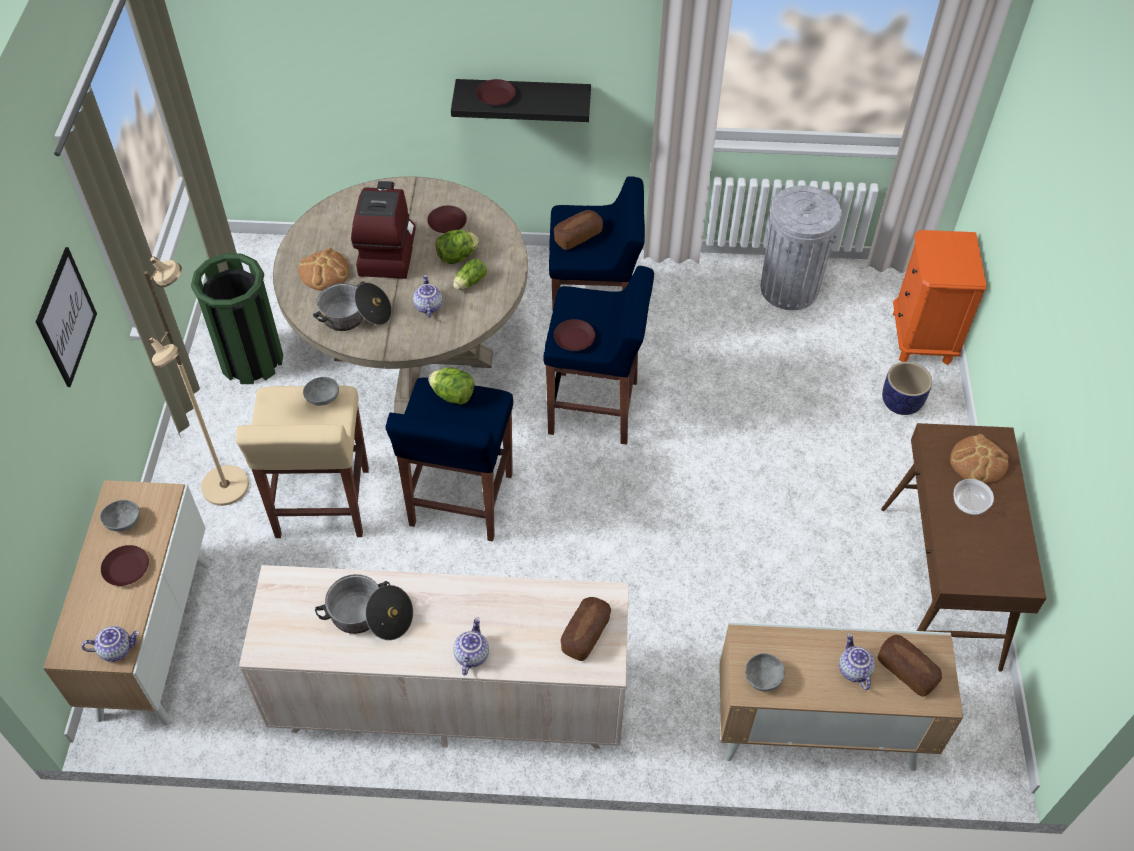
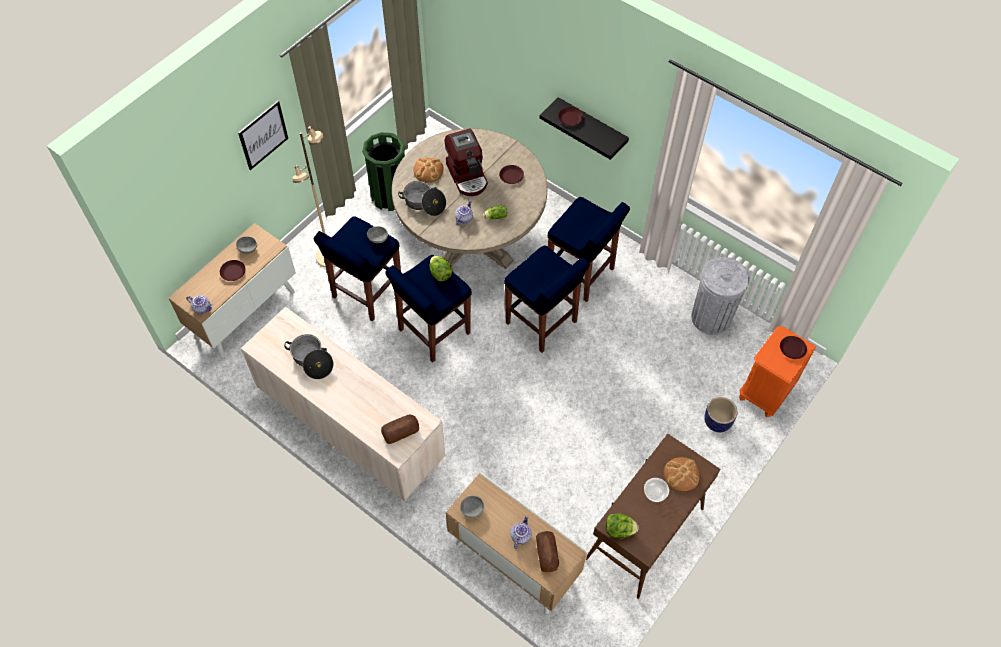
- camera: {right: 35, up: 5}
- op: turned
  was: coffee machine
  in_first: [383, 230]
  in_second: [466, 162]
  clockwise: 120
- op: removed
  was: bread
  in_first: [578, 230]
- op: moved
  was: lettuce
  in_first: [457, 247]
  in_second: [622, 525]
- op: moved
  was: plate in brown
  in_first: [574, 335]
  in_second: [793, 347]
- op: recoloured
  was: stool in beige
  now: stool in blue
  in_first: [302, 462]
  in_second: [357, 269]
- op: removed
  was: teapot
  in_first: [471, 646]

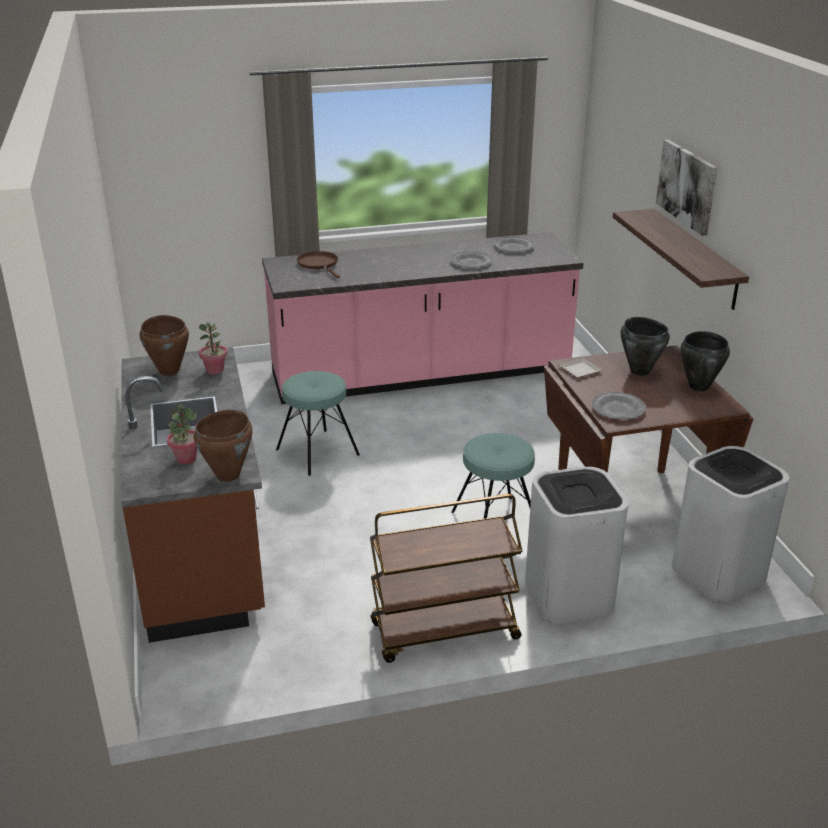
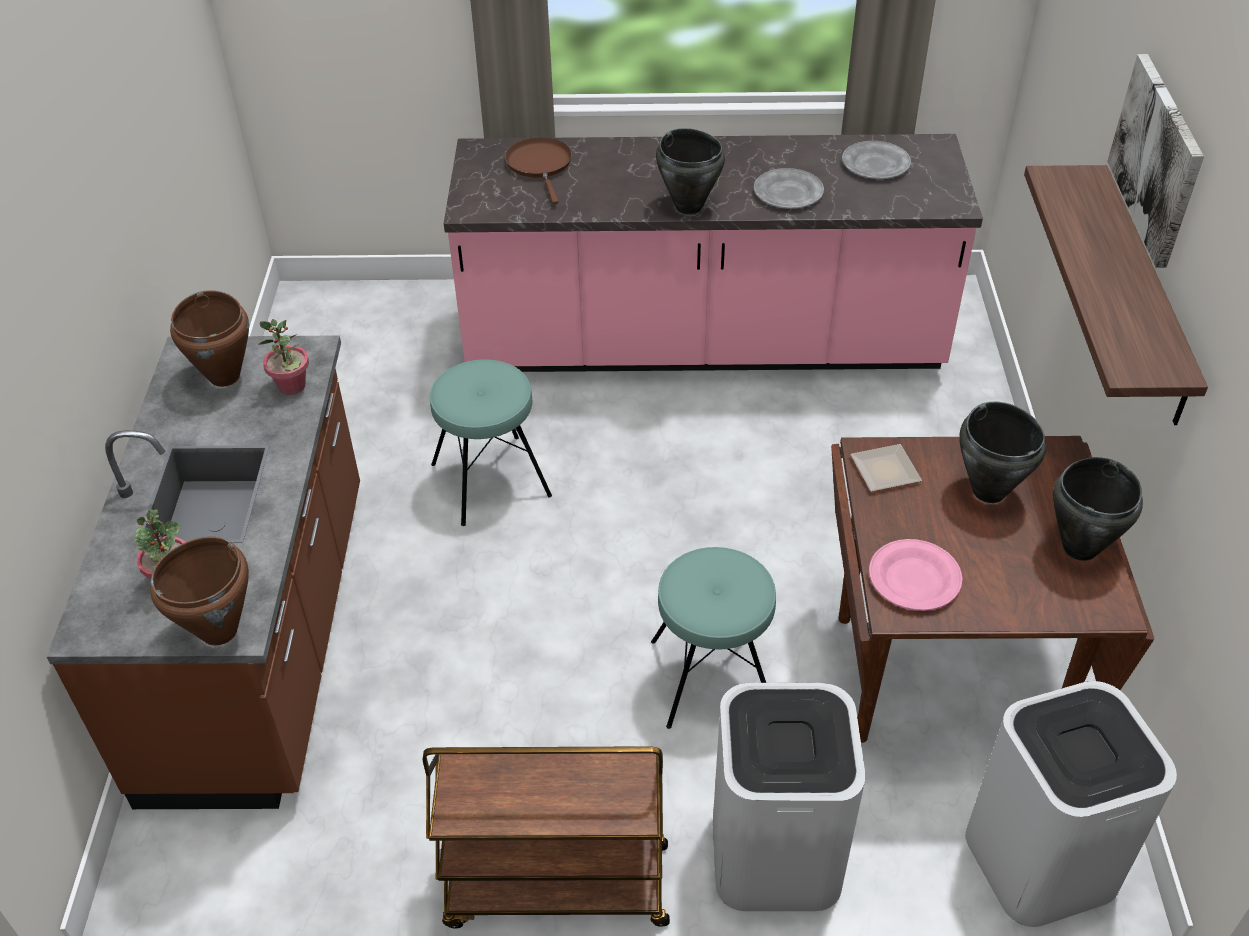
- camera: {right: 15, up: 15}
- op: recoloured
  was: plate in grey
  now: plate in pink
  in_first: [619, 405]
  in_second: [915, 575]
- op: added
  now: cooking pot in black
  in_second: [690, 171]

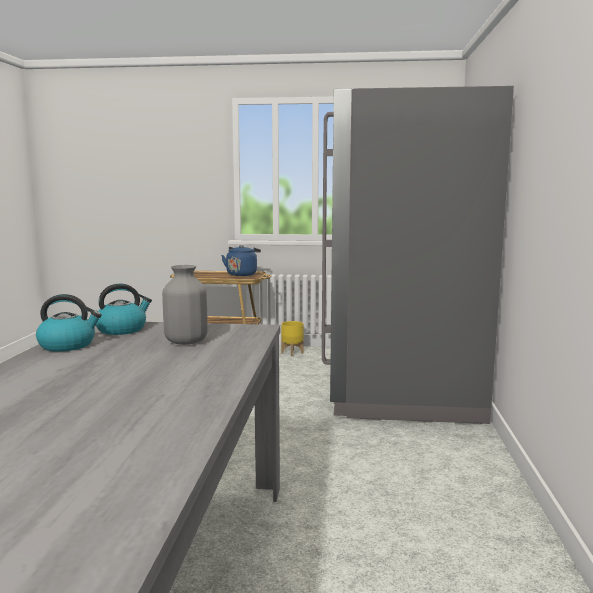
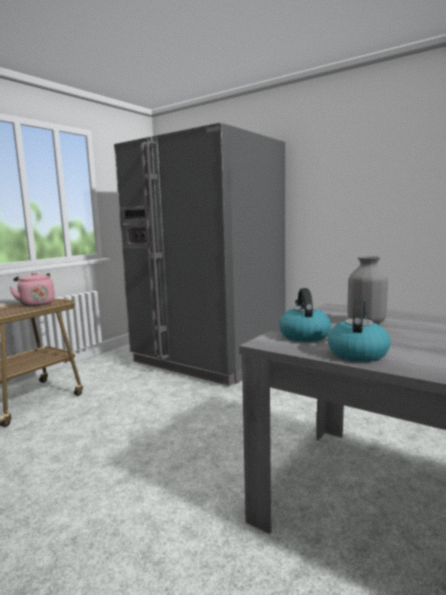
- camera: {right: -60, up: 0}
- op: recoloured
  was: kettle in blue
  now: kettle in pink
  in_first: [241, 260]
  in_second: [32, 289]
- op: removed
  was: planter in yellow
  in_first: [292, 338]

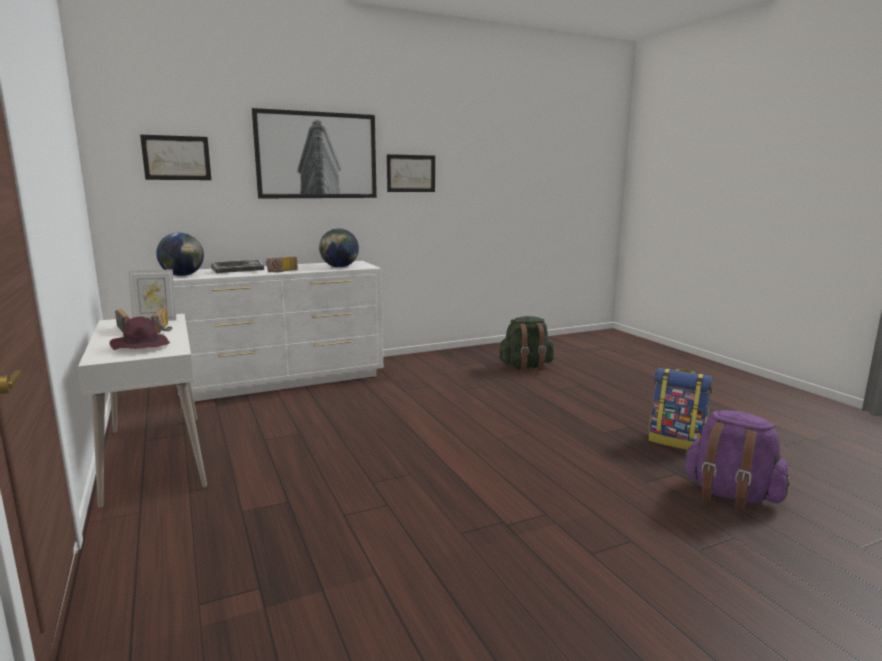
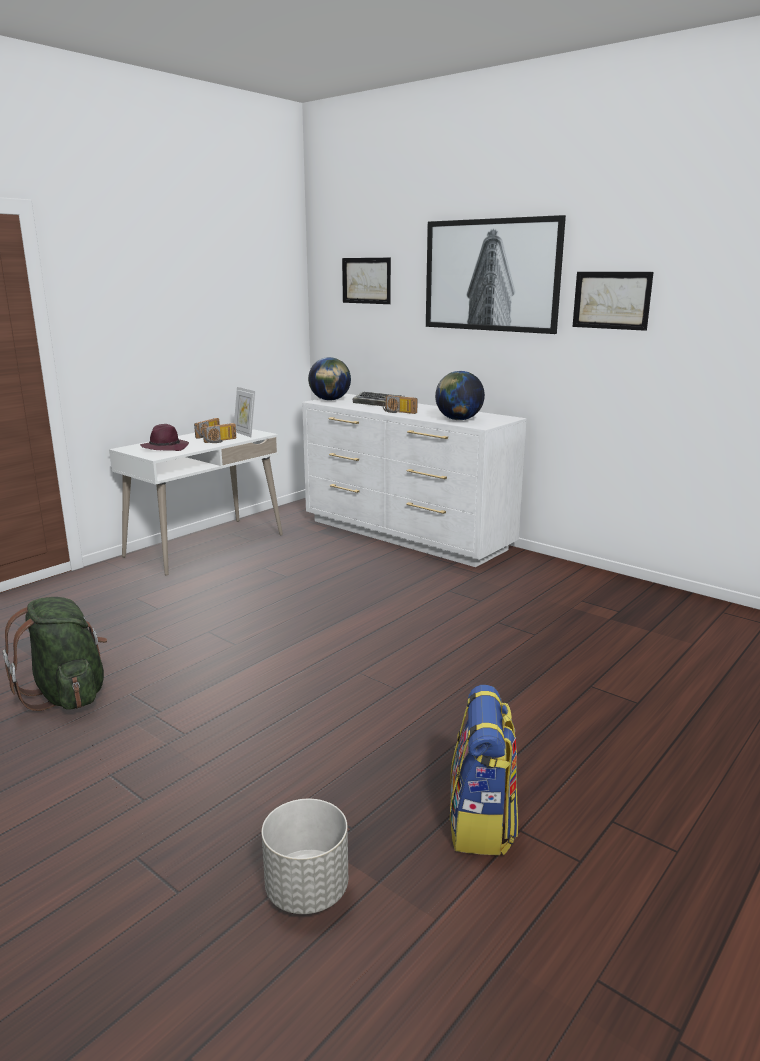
- camera: {right: 65, up: 5}
- op: moved
  was: backpack in green
  in_first: [526, 344]
  in_second: [55, 654]
- op: replaced
  was: backpack in purple
  now: planter in grey
  in_first: [737, 460]
  in_second: [304, 856]

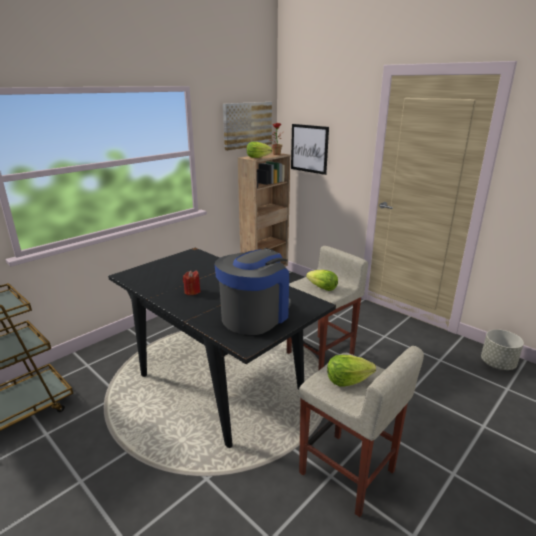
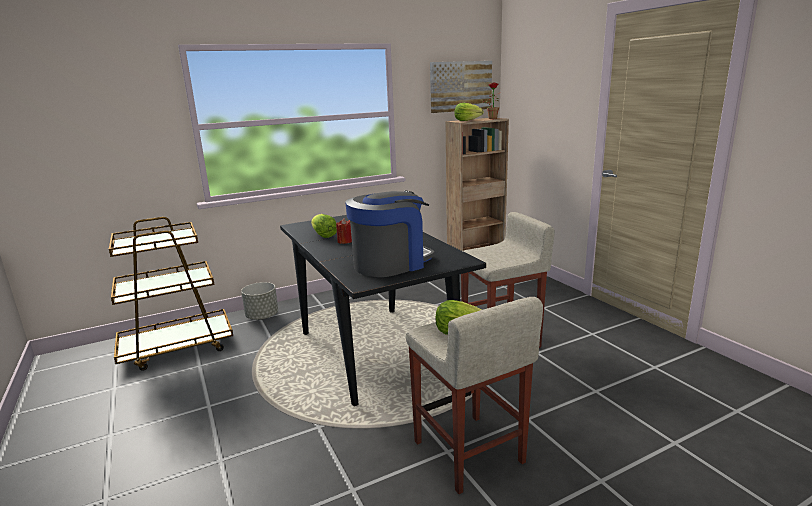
- camera: {right: 20, up: -5}
- op: removed
  was: picture
  in_first: [310, 149]
- op: moved
  was: lettuce
  in_first: [322, 280]
  in_second: [324, 226]
- op: moved
  was: planter in grey
  in_first: [502, 349]
  in_second: [259, 301]

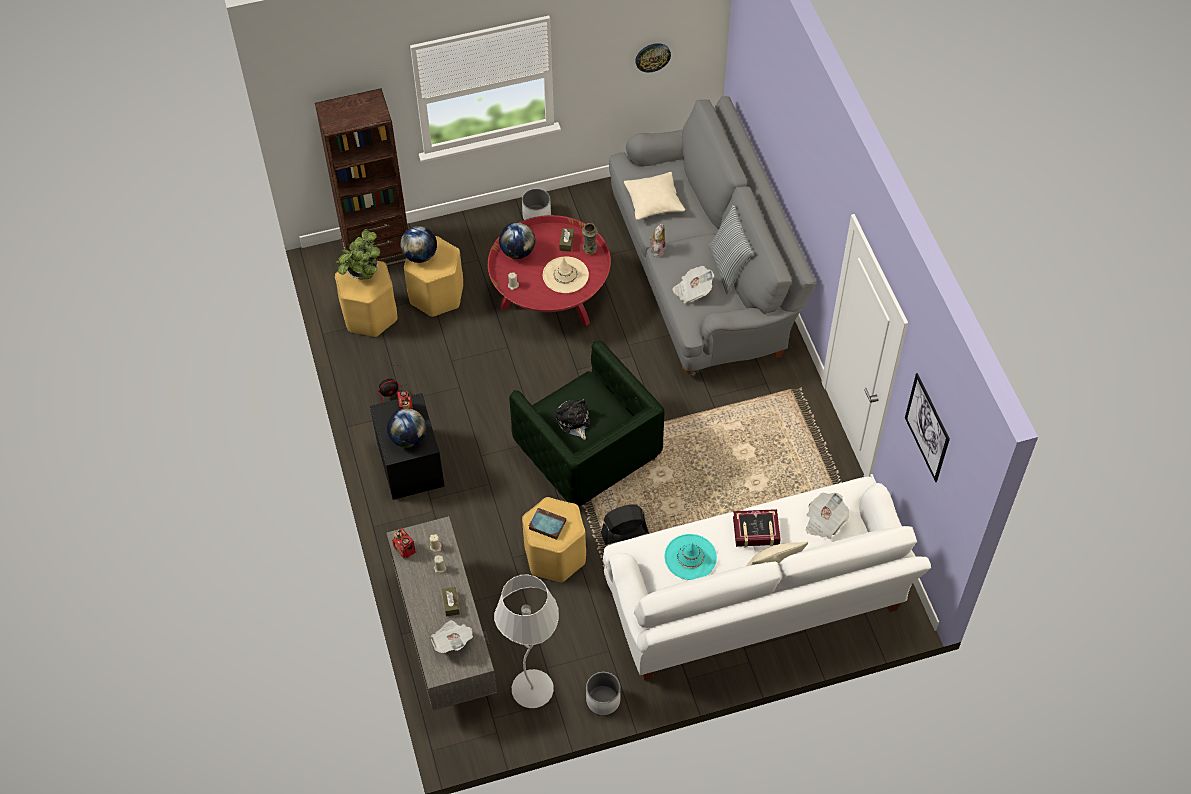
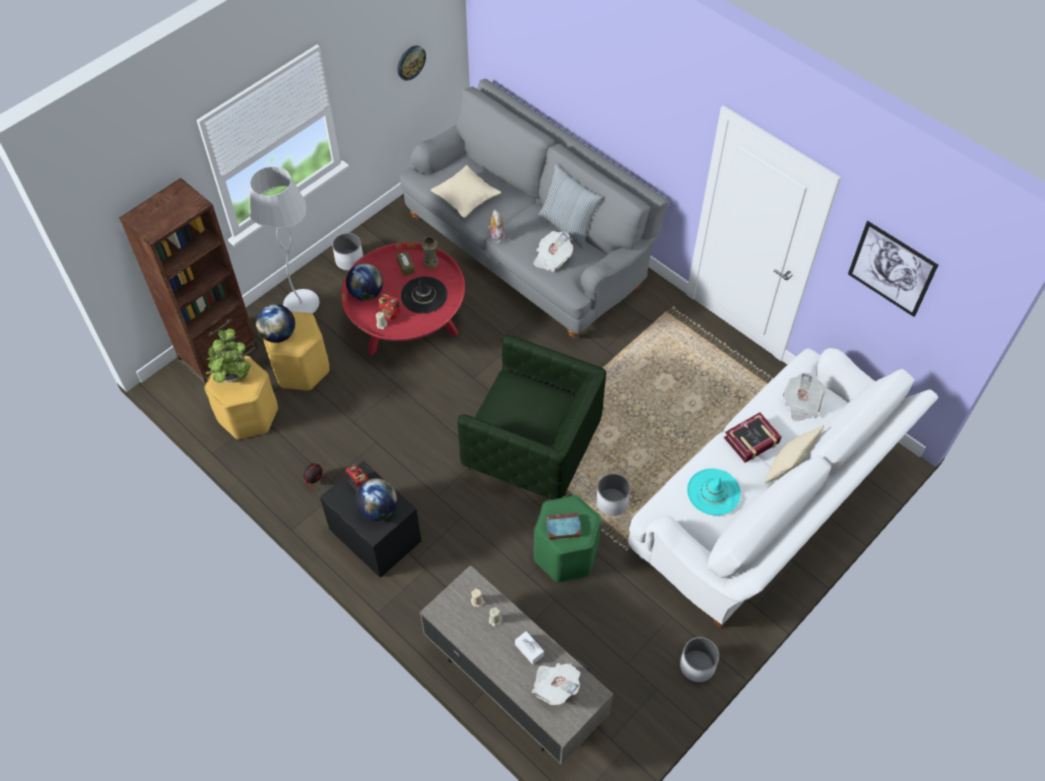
- camera: {right: -30, up: 0}
- op: recoloured
  was: hat in beige
  now: hat in black
  in_first: [566, 275]
  in_second: [424, 295]
- op: removed
  was: plush toy
  in_first: [573, 419]
- op: recoloured
  was: stool in yellow
  now: stool in green
  in_first: [554, 539]
  in_second: [567, 538]
- op: replaced
  was: fan in black
  now: planter in white
  in_first: [624, 524]
  in_second: [613, 495]
- op: moved
  was: radio
  in_first: [403, 543]
  in_second: [389, 307]
- op: moved
  was: floor lamp in white
  in_first: [526, 641]
  in_second: [284, 240]
- op: recoloured
  was: tissue box in brown
  now: tissue box in white
  in_first: [451, 601]
  in_second: [529, 648]

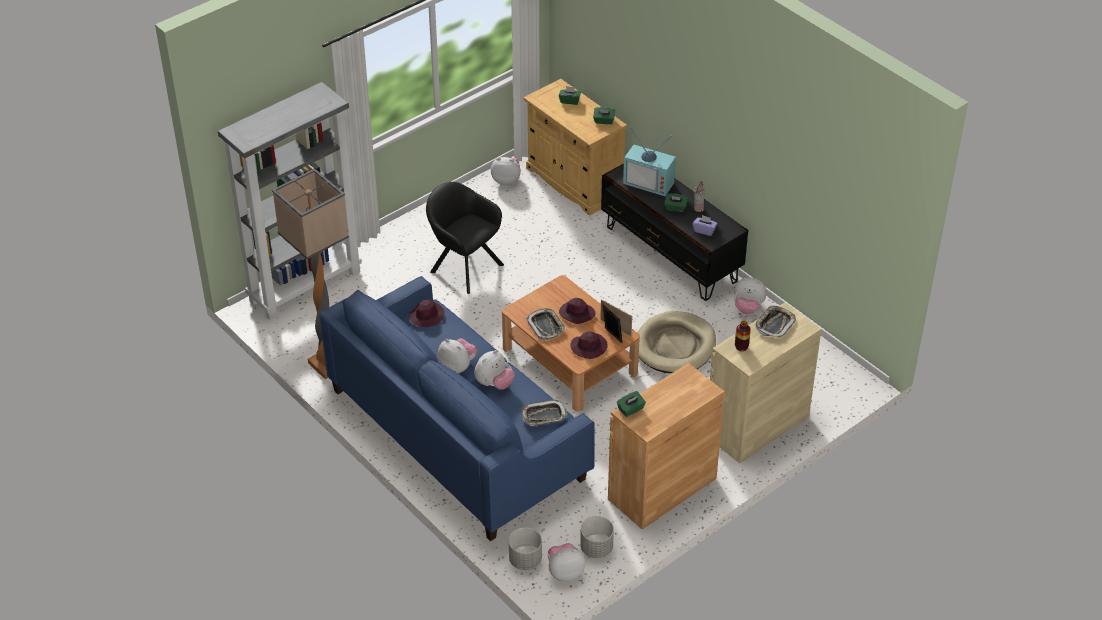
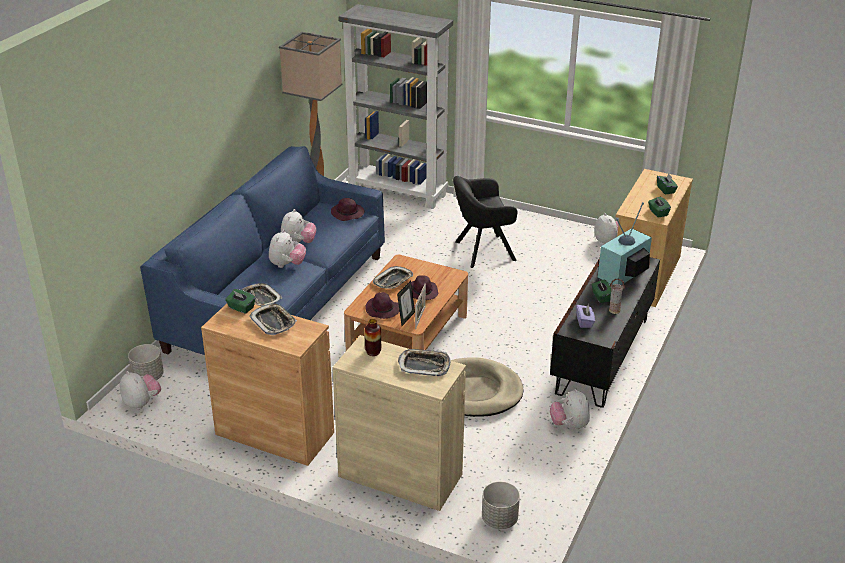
- camera: {right: 65, up: -10}
- op: turned
  was: television
  in_first: [649, 161]
  in_second: [625, 243]
  clockwise: 45
- op: turned
  was: armchair in black
  in_first: [465, 238]
  in_second: [485, 222]
  clockwise: -120
- op: turned
  was: plush toy
  in_first: [494, 370]
  in_second: [287, 249]
  clockwise: -90
- op: moved
  was: planter in grey
  in_first: [597, 537]
  in_second: [501, 505]
- op: added
  now: tray
  in_second: [273, 319]

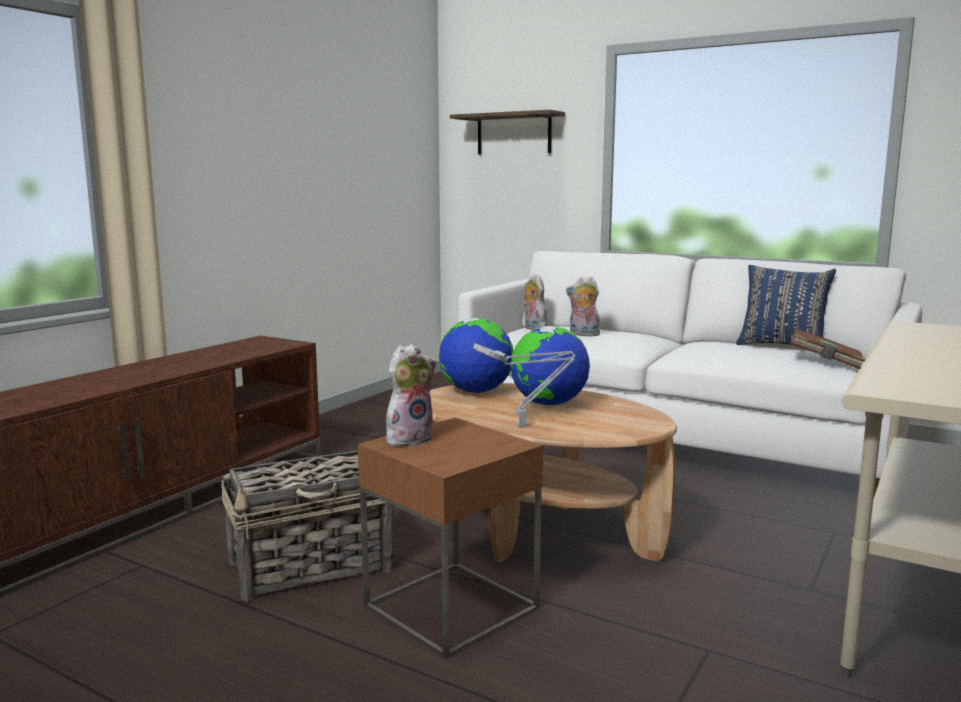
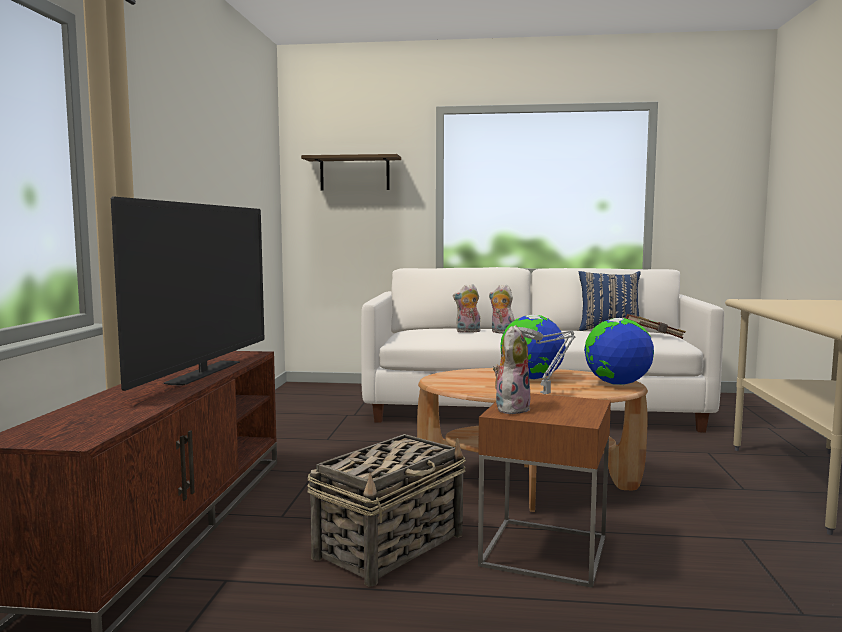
- camera: {right: -25, up: -5}
- op: moved
  was: plush toy
  in_first: [535, 302]
  in_second: [501, 309]
- op: moved
  was: globe
  in_first: [476, 356]
  in_second: [619, 351]
- op: added
  now: television
  in_second: [188, 294]

